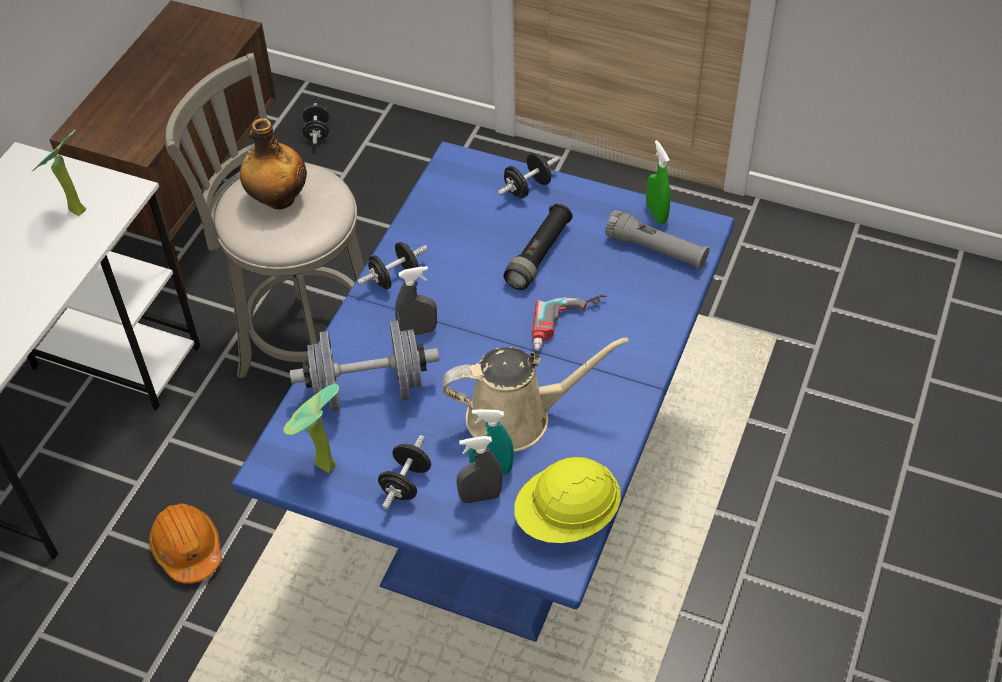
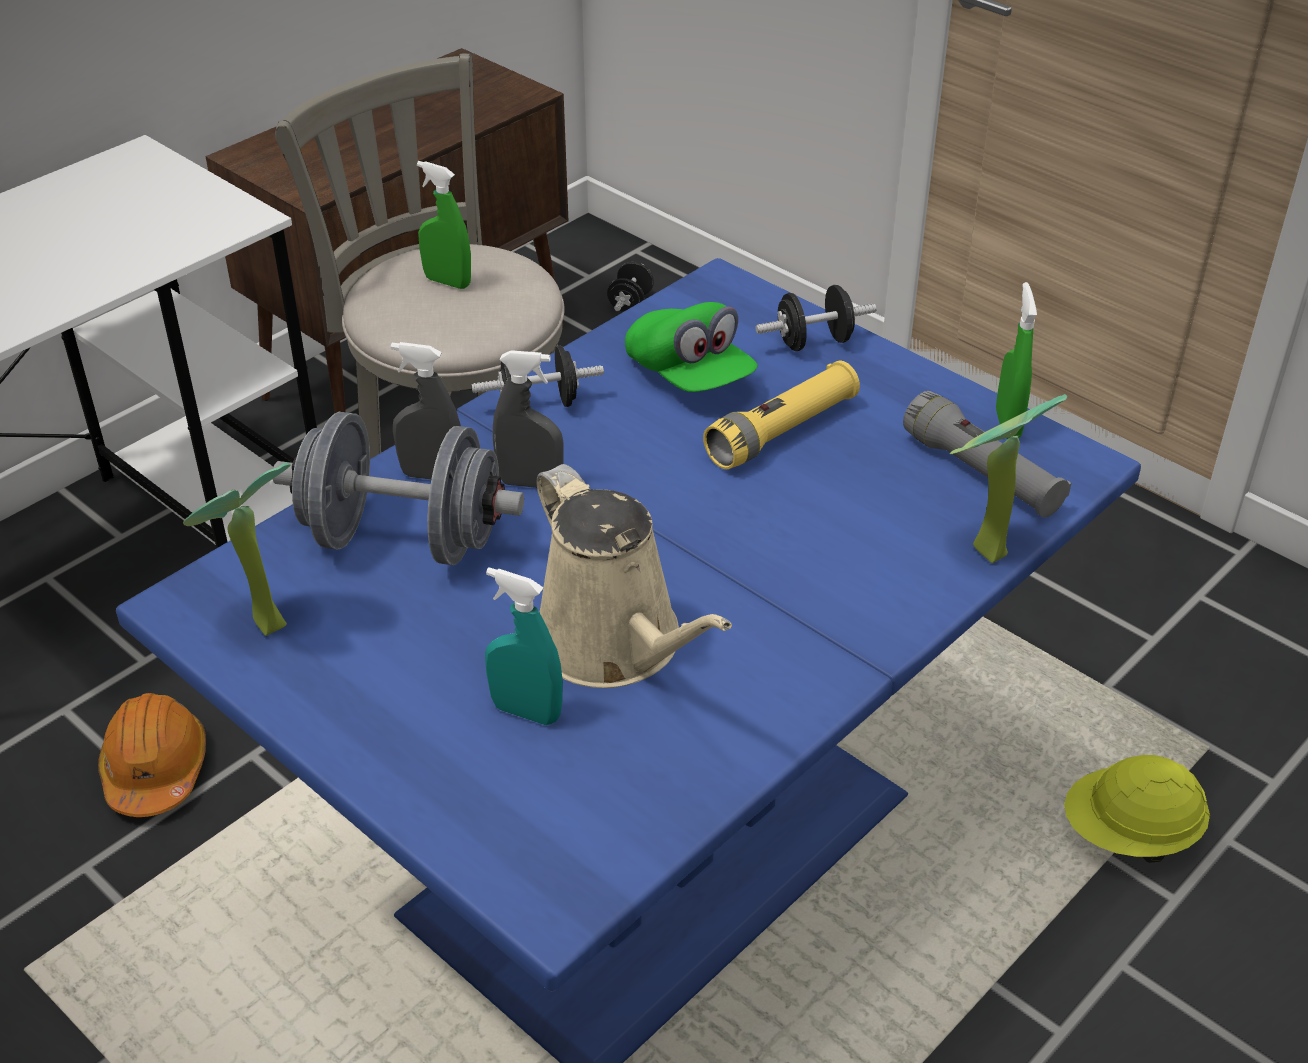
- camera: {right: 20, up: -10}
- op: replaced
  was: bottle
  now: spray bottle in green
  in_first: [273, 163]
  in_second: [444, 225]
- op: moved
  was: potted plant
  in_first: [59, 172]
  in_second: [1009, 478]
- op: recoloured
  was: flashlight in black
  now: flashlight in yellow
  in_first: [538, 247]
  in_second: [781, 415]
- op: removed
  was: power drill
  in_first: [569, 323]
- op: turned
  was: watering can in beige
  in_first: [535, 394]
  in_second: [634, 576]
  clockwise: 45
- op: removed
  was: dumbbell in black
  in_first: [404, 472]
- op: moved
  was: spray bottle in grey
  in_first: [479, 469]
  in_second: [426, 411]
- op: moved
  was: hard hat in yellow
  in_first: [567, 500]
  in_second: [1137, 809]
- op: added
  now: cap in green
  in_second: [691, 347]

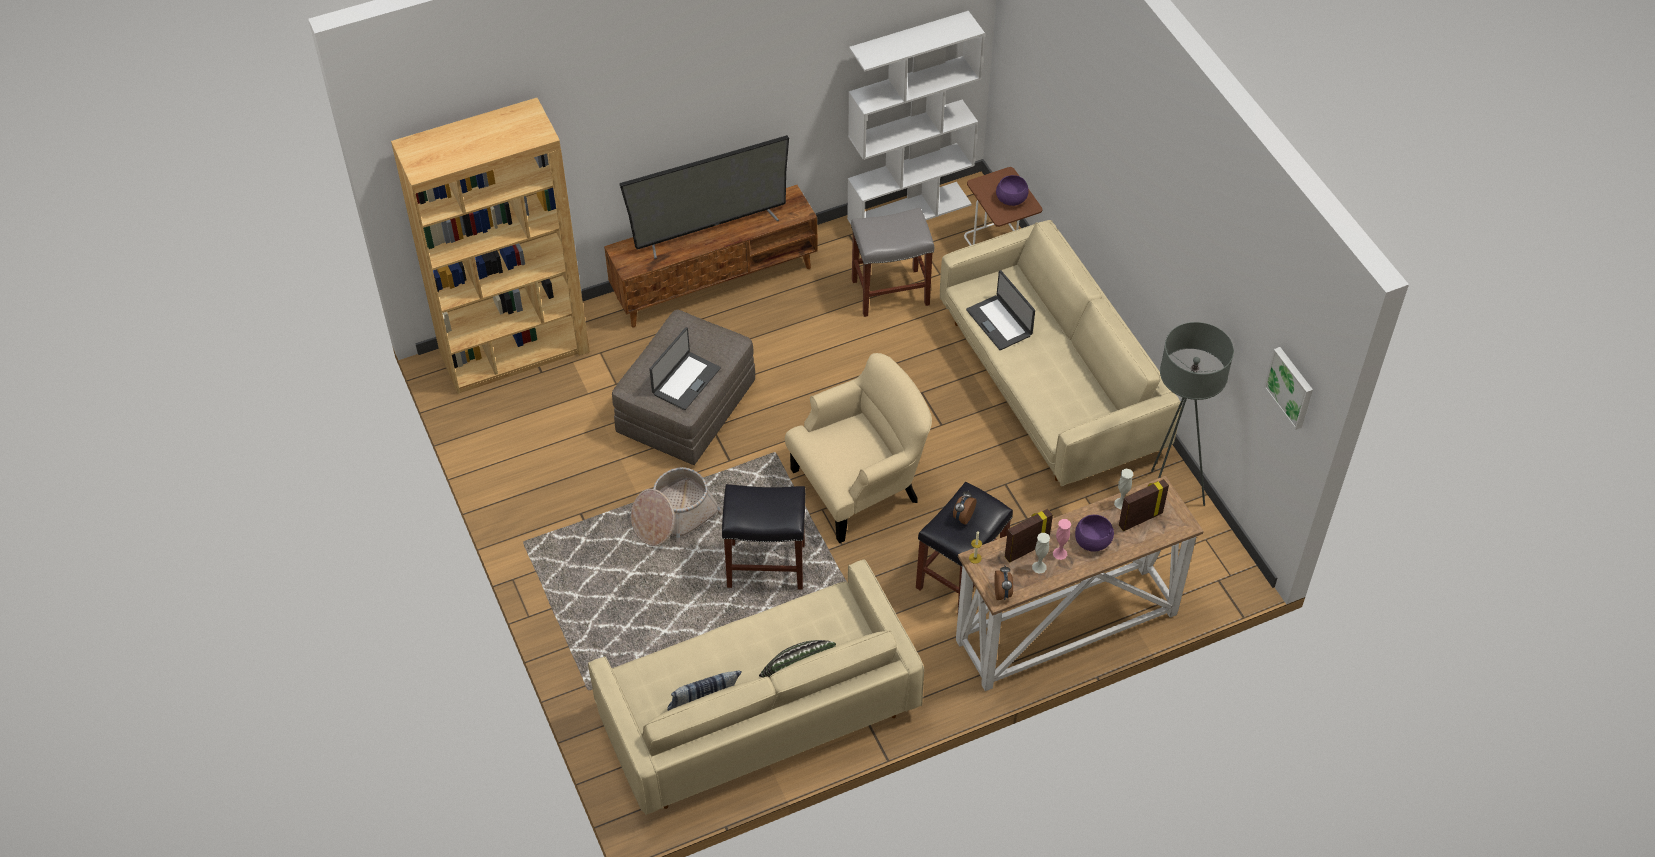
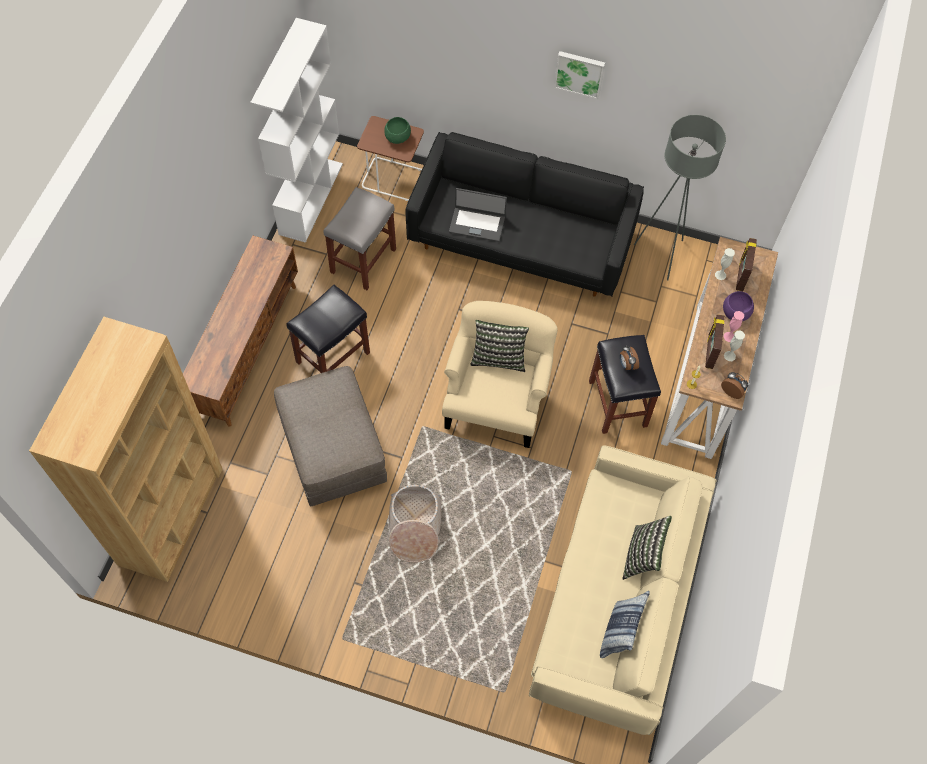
- camera: {right: -50, up: 10}
- op: removed
  was: television
  in_first: [704, 197]
- op: recoloured
  was: bowl in purple
  now: bowl in green
  in_first: [1012, 190]
  in_second: [397, 130]
- op: recoloured
  was: sofa in beige
  now: sofa in black
  in_first: [1061, 353]
  in_second: [525, 214]
- op: removed
  was: laptop
  in_first: [685, 368]
- op: moved
  was: picture
  in_first: [1288, 388]
  in_second: [579, 75]
- op: moved
  was: stool in black
  in_first: [764, 537]
  in_second: [328, 329]
- op: added
  now: pillow
  in_second: [499, 346]

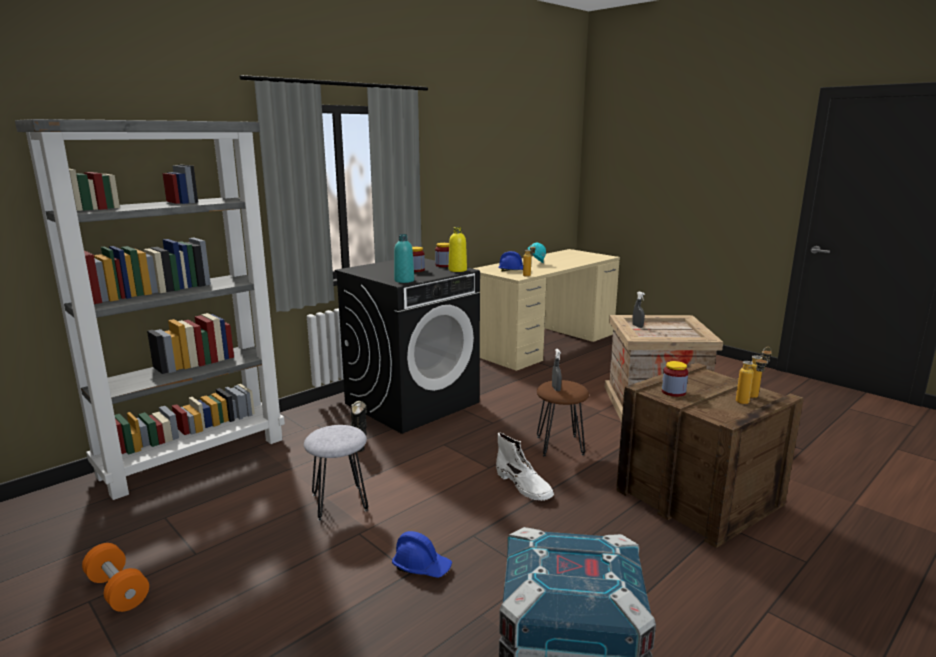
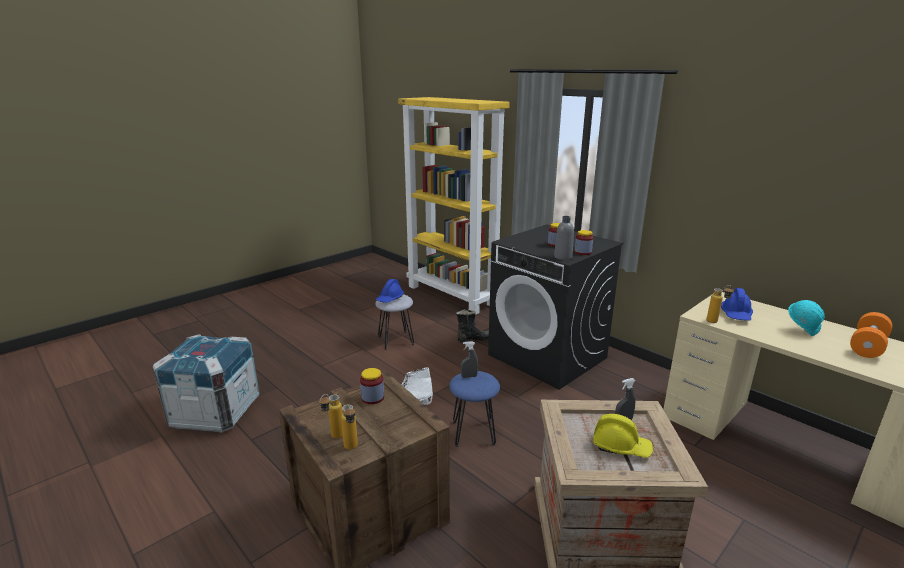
- camera: {right: 90, up: 5}
- op: recoloured
  was: bookcase in grey
  now: bookcase in yellow
  in_first: [150, 309]
  in_second: [454, 205]
- op: recoloured
  was: bottle in yellow
  now: bottle in grey
  in_first: [458, 249]
  in_second: [564, 238]
- op: removed
  was: bottle in turquoise
  in_first: [404, 258]
- op: recoloured
  was: stool in brown
  now: stool in blue
  in_first: [563, 418]
  in_second: [474, 409]
- op: moved
  was: hard hat in blue
  in_first: [422, 554]
  in_second: [390, 291]
- op: moved
  was: dumbbell in orange
  in_first: [115, 577]
  in_second: [871, 335]
- op: added
  now: hard hat in yellow
  in_second: [623, 436]

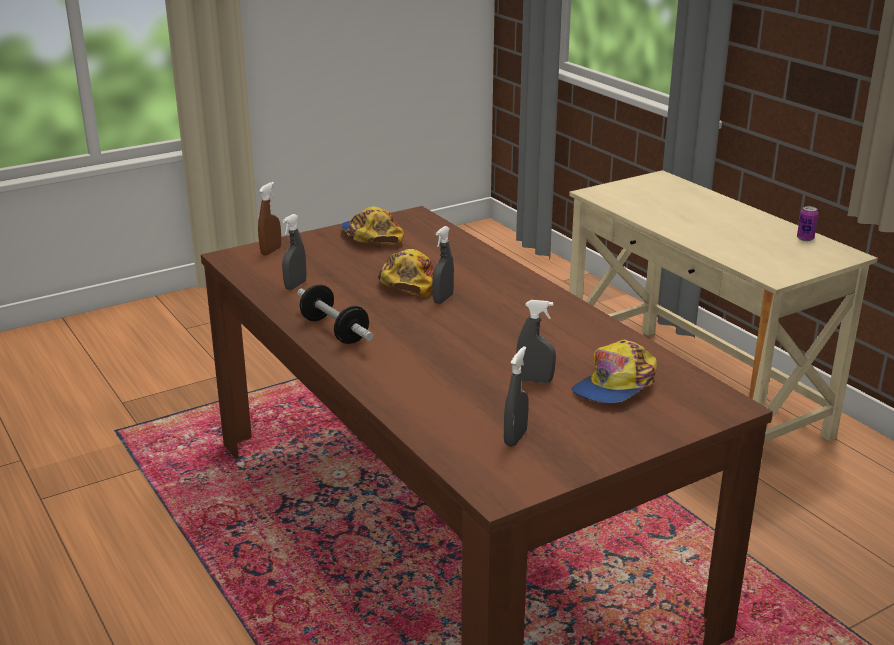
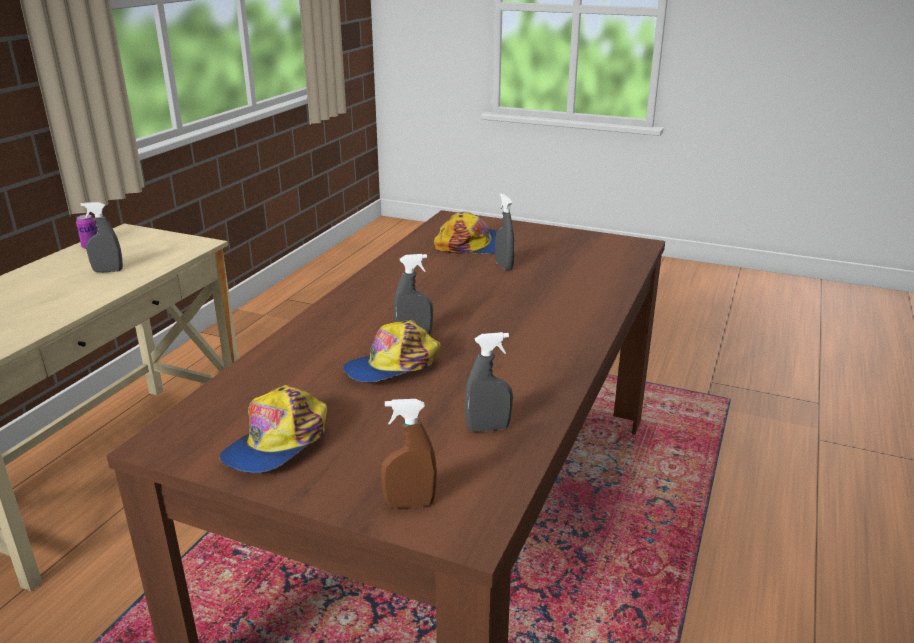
- camera: {right: -125, up: 0}
- op: removed
  was: dumbbell
  in_first: [335, 314]
- op: moved
  was: spray bottle in grey
  in_first: [516, 396]
  in_second: [102, 237]

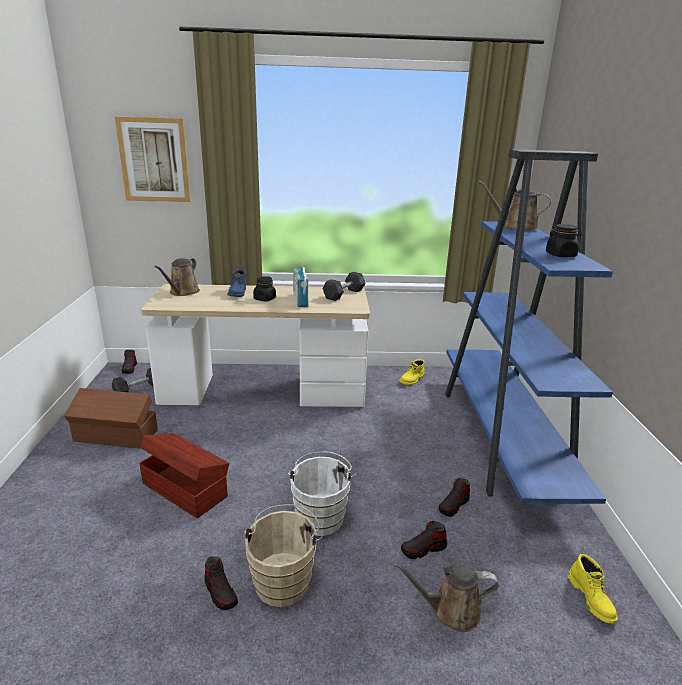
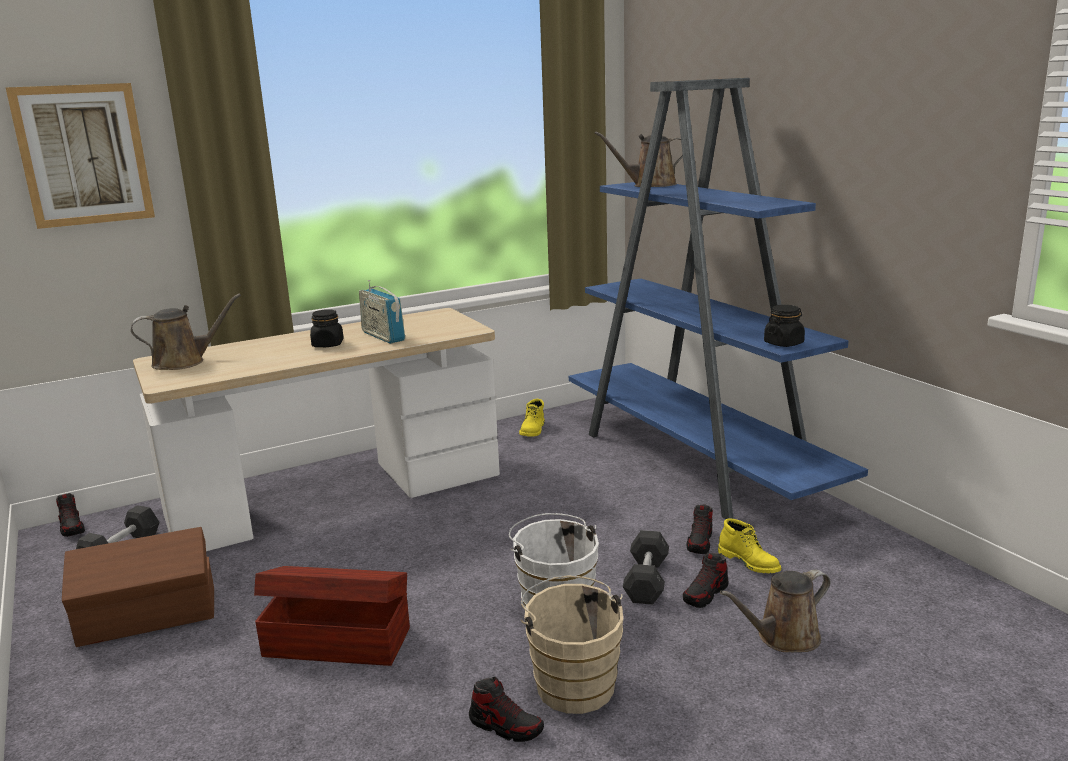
- camera: {right: -25, up: -5}
- op: moved
  was: jar in black
  in_first: [564, 240]
  in_second: [784, 326]
- op: turned
  was: watering can in brown
  in_first: [177, 277]
  in_second: [186, 331]
  clockwise: -105
- op: removed
  was: boot in blue
  in_first: [237, 283]
- op: moved
  was: dumbbell in grey
  in_first: [344, 286]
  in_second: [646, 567]
- op: moved
  was: boot in yellow
  in_first: [593, 589]
  in_second: [749, 545]

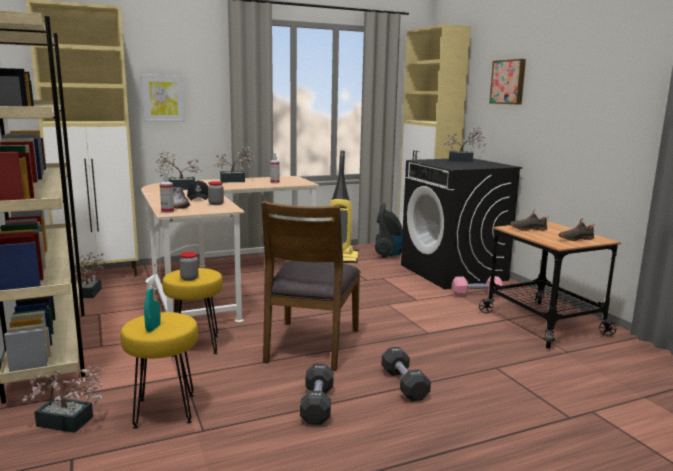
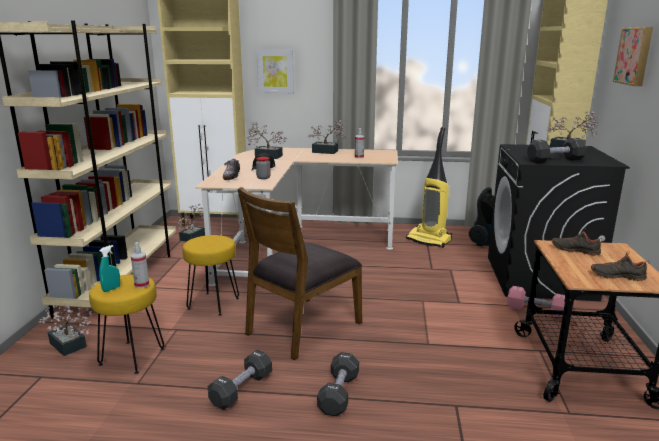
- camera: {right: 30, up: 5}
- op: moved
  was: spray bottle
  in_first: [167, 192]
  in_second: [140, 265]
- op: removed
  was: jar
  in_first: [189, 266]
- op: added
  now: dumbbell in black
  in_second: [556, 150]

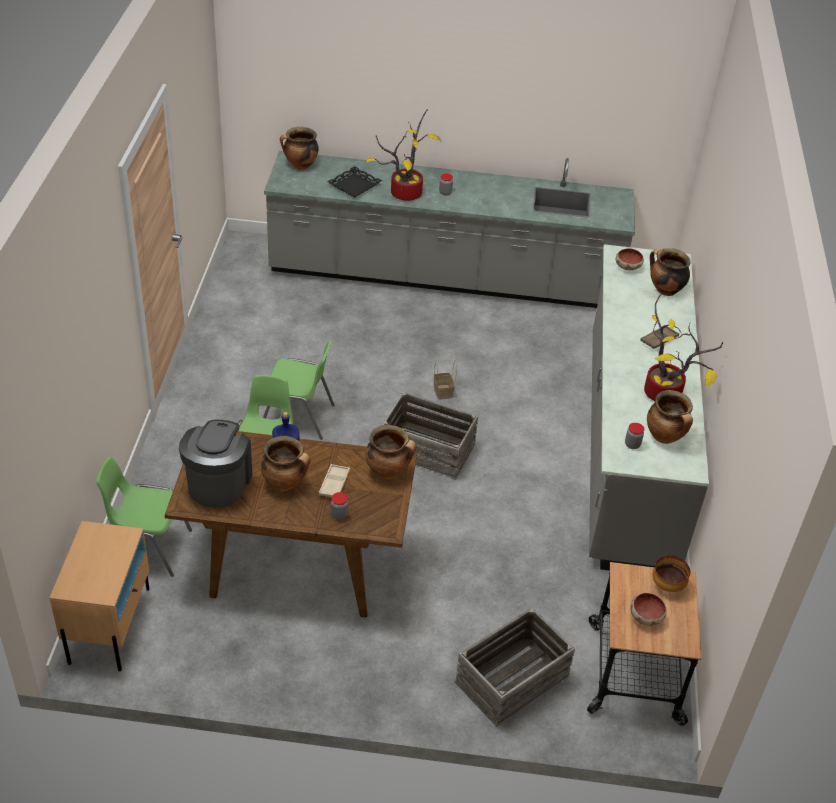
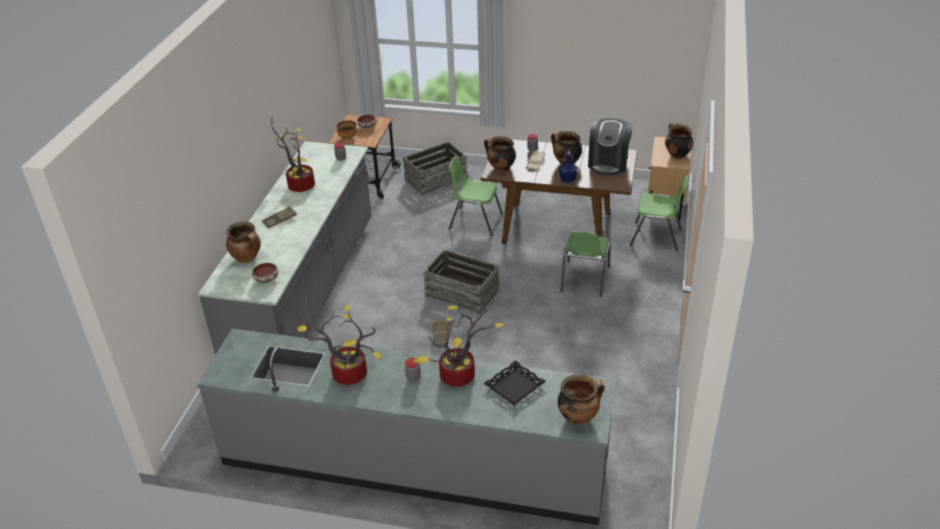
- camera: {right: -170, up: -5}
- op: moved
  was: chair in green
  in_first: [298, 390]
  in_second: [476, 196]
- op: moved
  was: cooking pot
  in_first: [670, 417]
  in_second: [679, 141]
- op: added
  now: potted plant
  in_second: [339, 345]

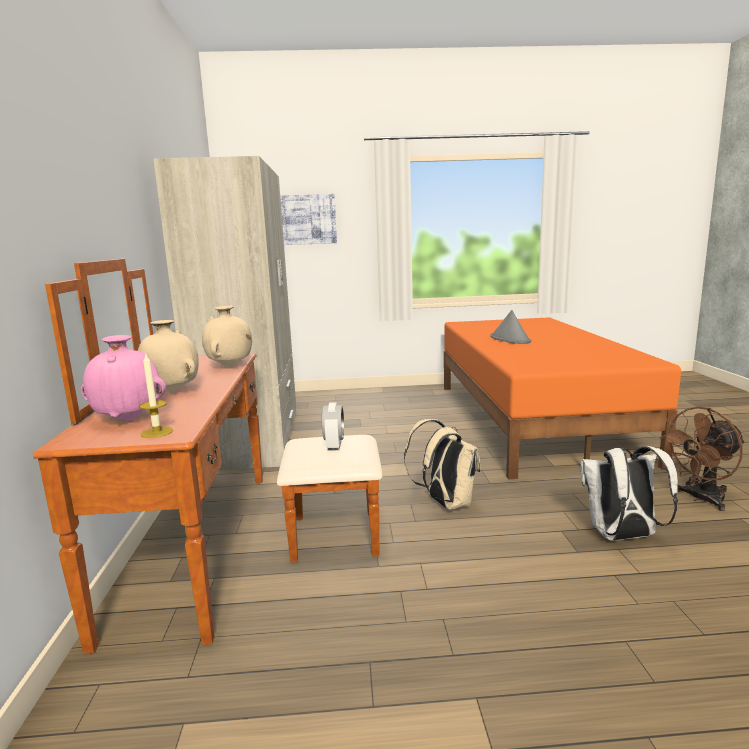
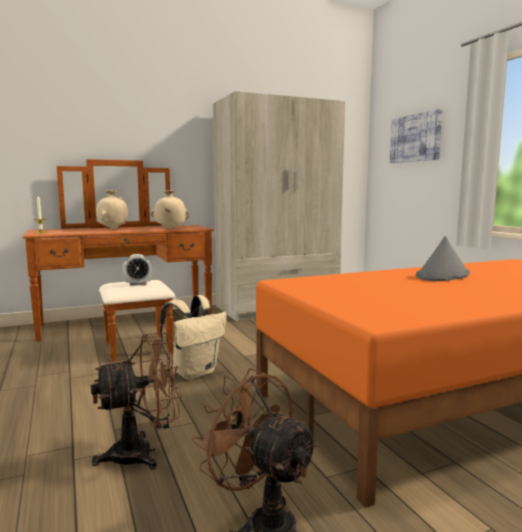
- camera: {right: 70, up: -5}
- op: removed
  was: vase in pink
  in_first: [123, 378]
- op: replaced
  was: backpack in white
  now: fan in brown
  in_first: [629, 493]
  in_second: [136, 401]

